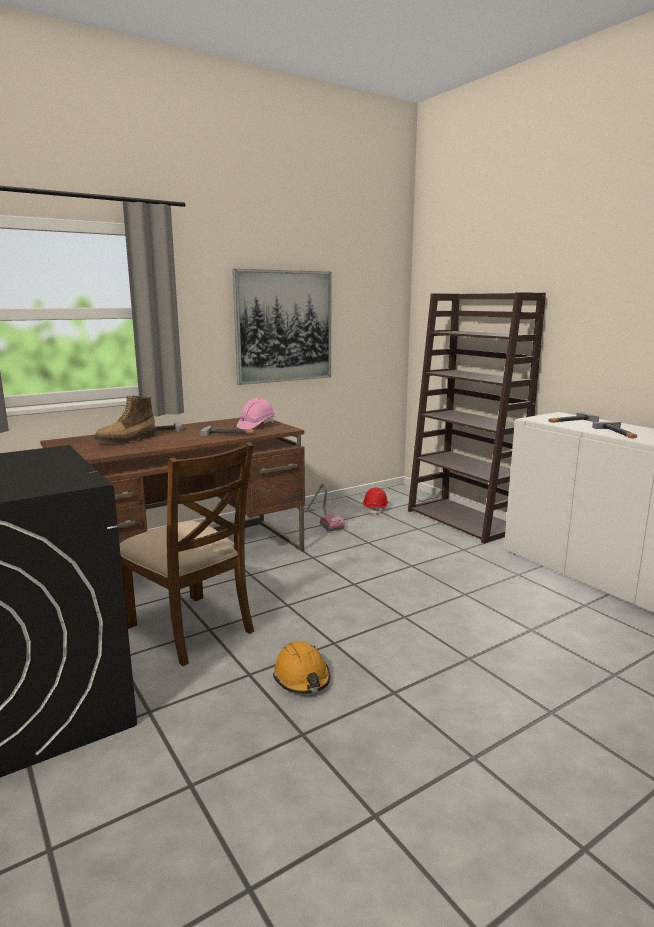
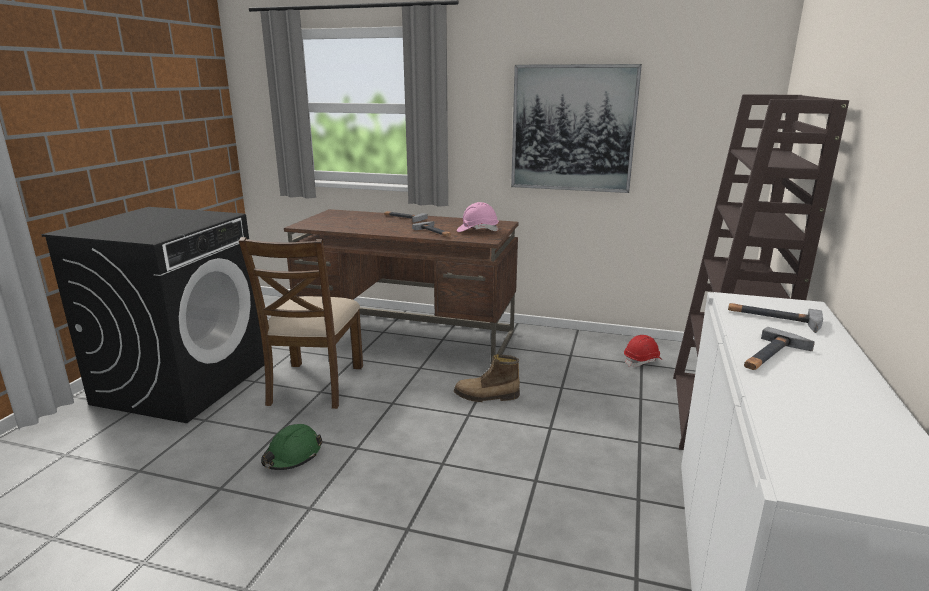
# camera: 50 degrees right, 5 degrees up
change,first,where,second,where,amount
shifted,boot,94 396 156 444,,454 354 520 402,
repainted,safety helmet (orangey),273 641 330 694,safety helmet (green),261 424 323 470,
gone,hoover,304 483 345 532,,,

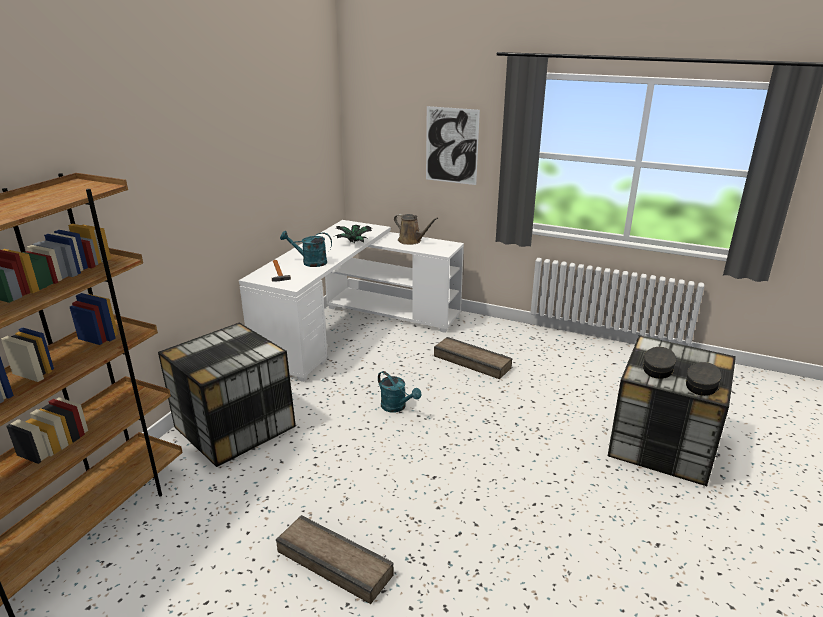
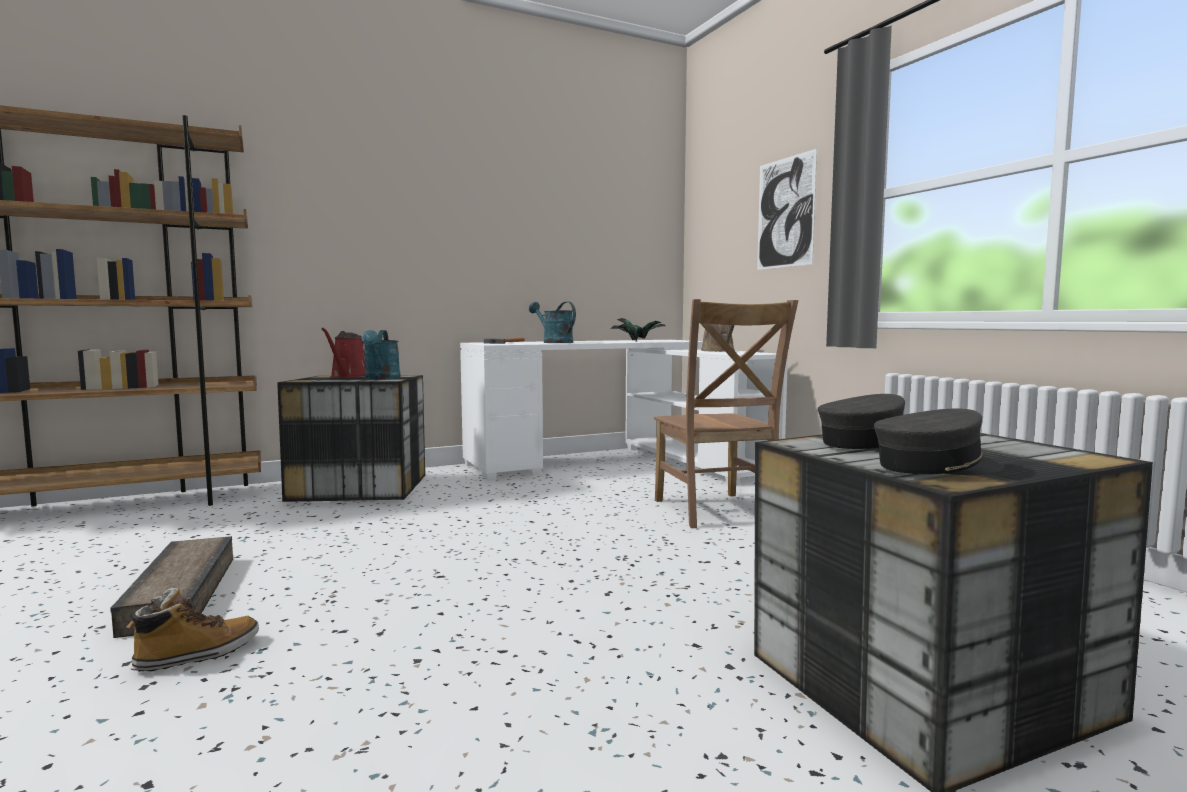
# camera: 40 degrees right, 20 degrees down
change,first,where,second,where,amount
shifted,sprinkling can (turquoise-coloured),378 371 421 413,,361 330 401 380,
swapped,shipping crate,434 337 512 379,chair (brownish),654 299 799 528,
new,,,boot,126 588 259 672,
new,,,sprinkling can (reddish),321 328 365 378,

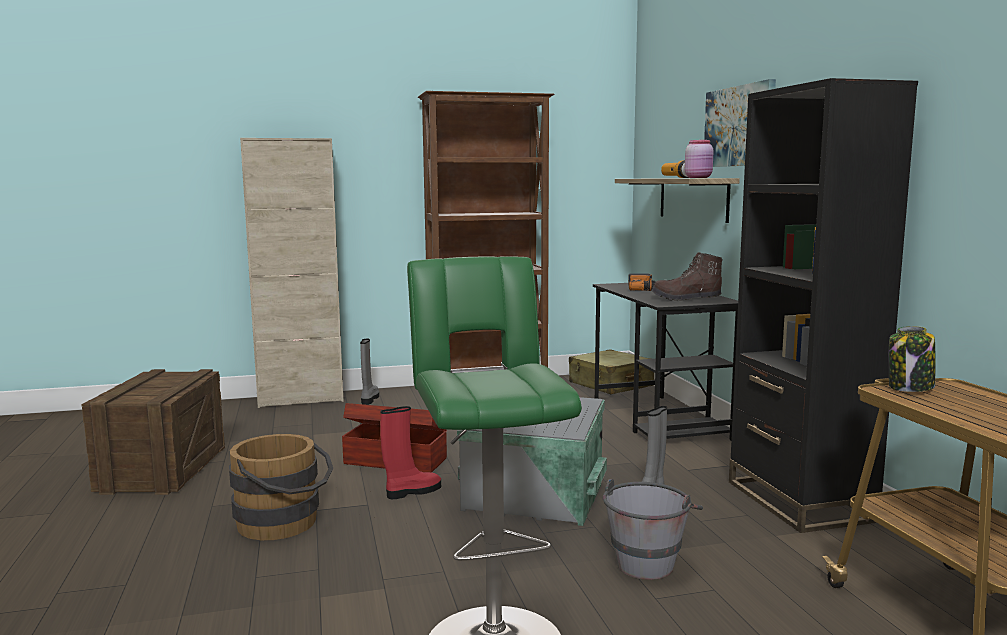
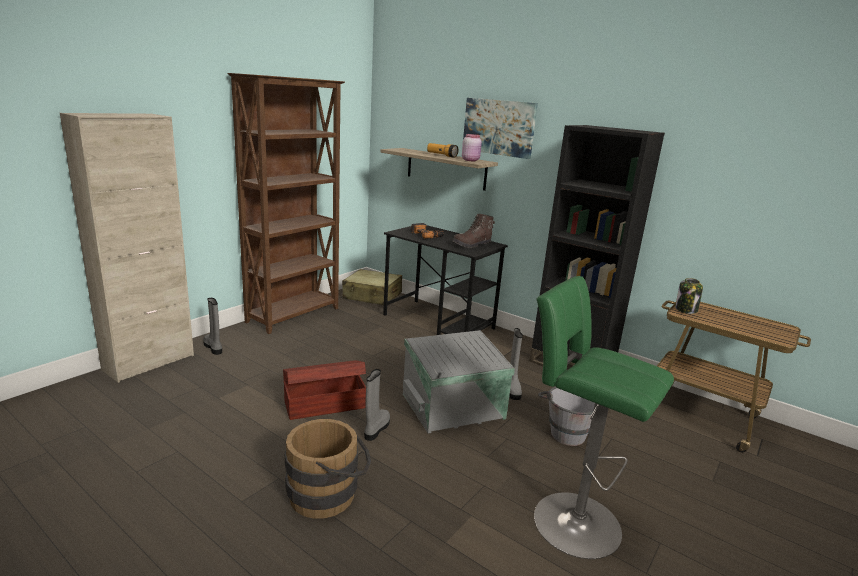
# camera: 40 degrees left, 10 degrees up
change,first,where,second,where,amount
gone,shipping crate,81 369 225 495,,,
repainted,boot (reddish),380 406 441 499,boot (gray),364 369 390 441,

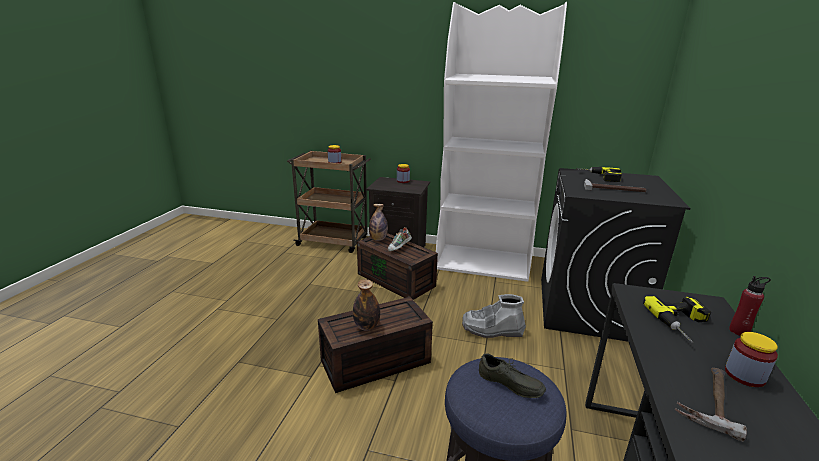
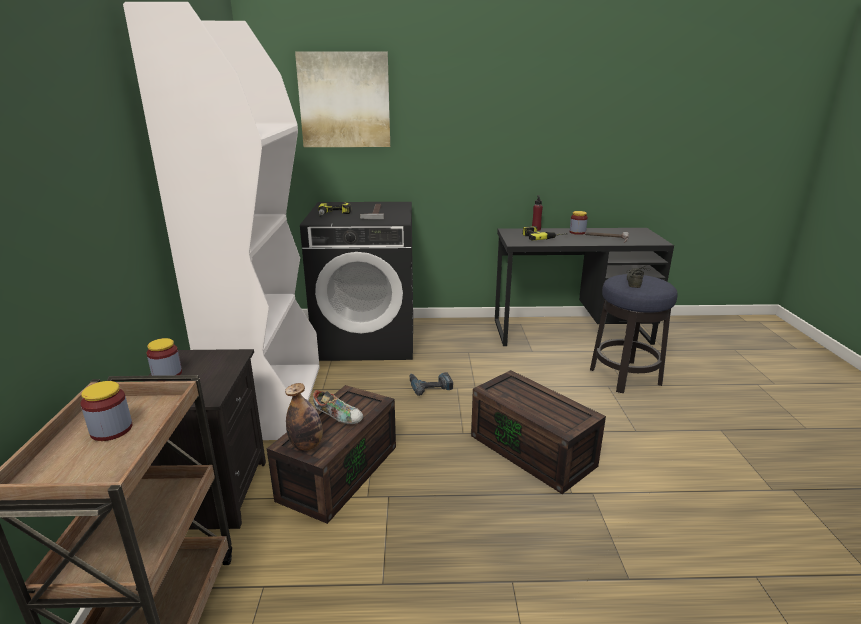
# camera: 105 degrees left, 0 degrees up
change,first,where,second,where,amount
gone,beverage bottle,353 279 380 331,,,
swapped,boot (gray),462 294 526 338,drill,409 372 453 396,
new,,,wall picture,295 51 390 147,

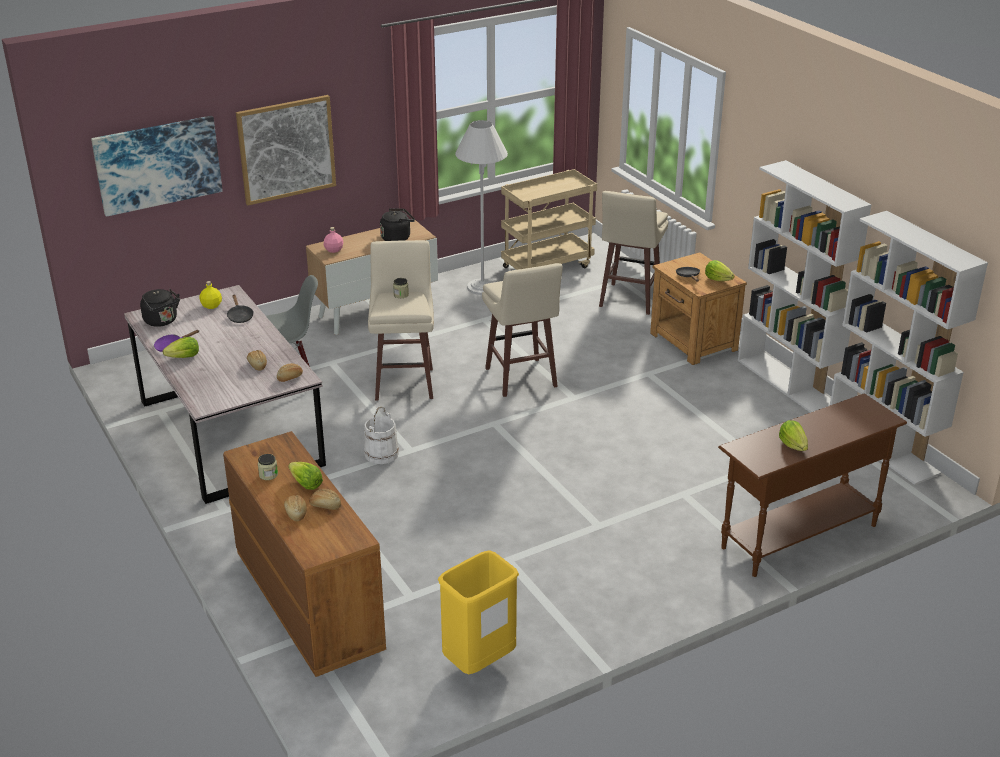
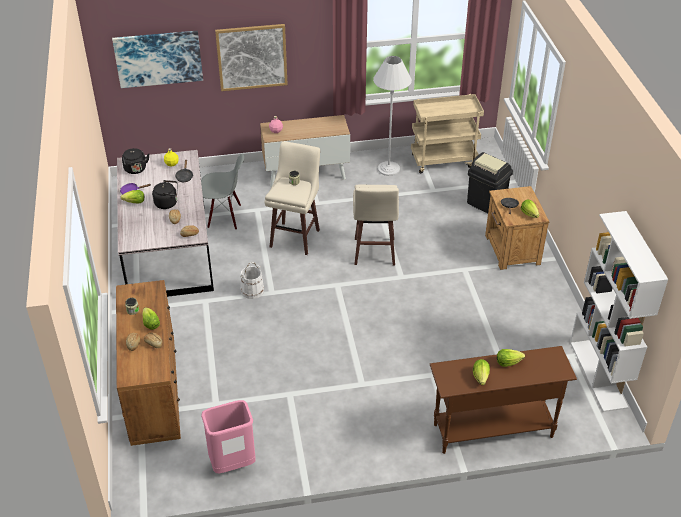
# camera: 20 degrees right, 10 degrees up
change,first,where,second,where,amount
shifted,kettle (black-coloured),380 208 415 241,,152 180 178 209,
repainted,rubbish bin (yellow-coloured),438 550 519 674,rubbish bin (pink),201 400 256 473,
swapped,stool seat (beige-coloured),599 191 668 315,rubbish bin (black-coloured),467 152 513 213,
gone,bookshelf (white),738 160 872 413,,,
new,,,lettuce,497 349 525 367,

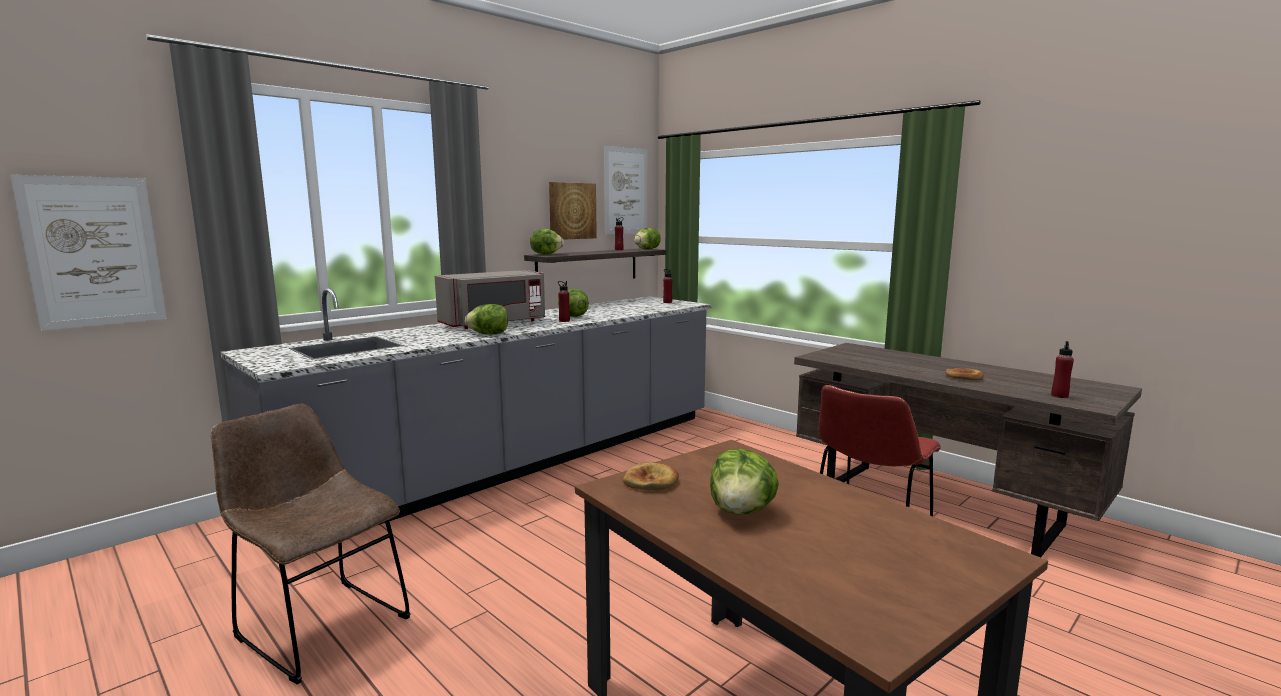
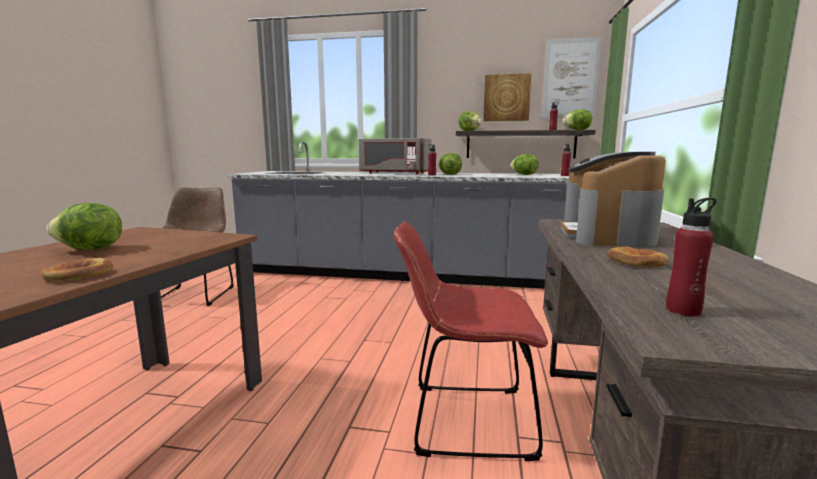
# camera: 55 degrees right, 0 degrees up
change,first,where,second,where,amount
gone,wall picture,10 175 167 331,,,
shifted,lettuce,465 304 508 335,,511 154 539 175,
shifted,baked bread,623 462 679 490,,41 258 113 281,
new,,,coffee machine,560 152 666 247,

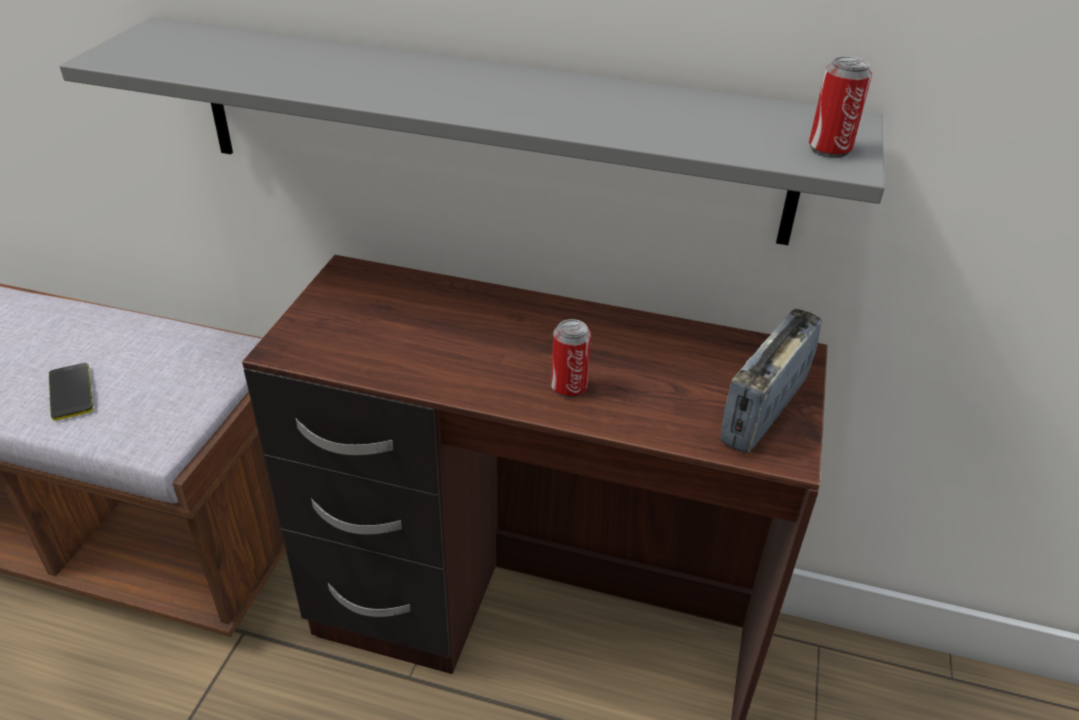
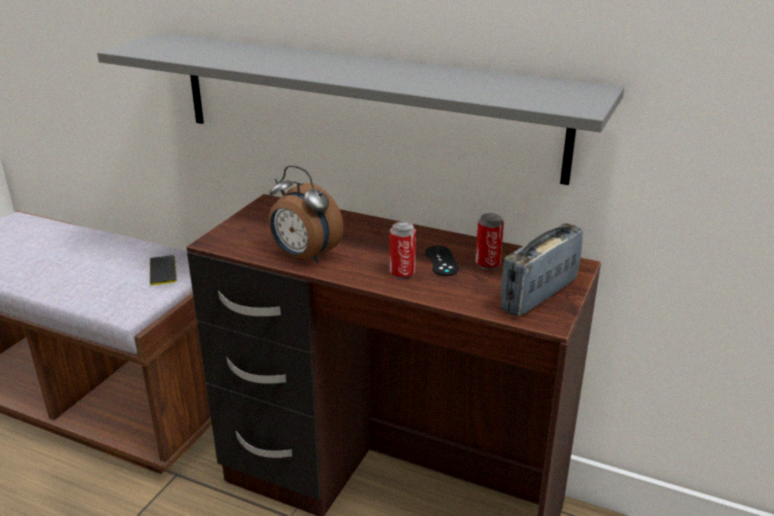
# camera: 10 degrees right, 10 degrees down
change,first,where,second,where,amount
shifted,phone,49 363 93 421,,150 255 177 285,
shifted,can,809 56 872 158,,475 213 504 270,
new,,,table clock,269 165 344 263,
new,,,joypad (black-coloured),425 246 459 276,

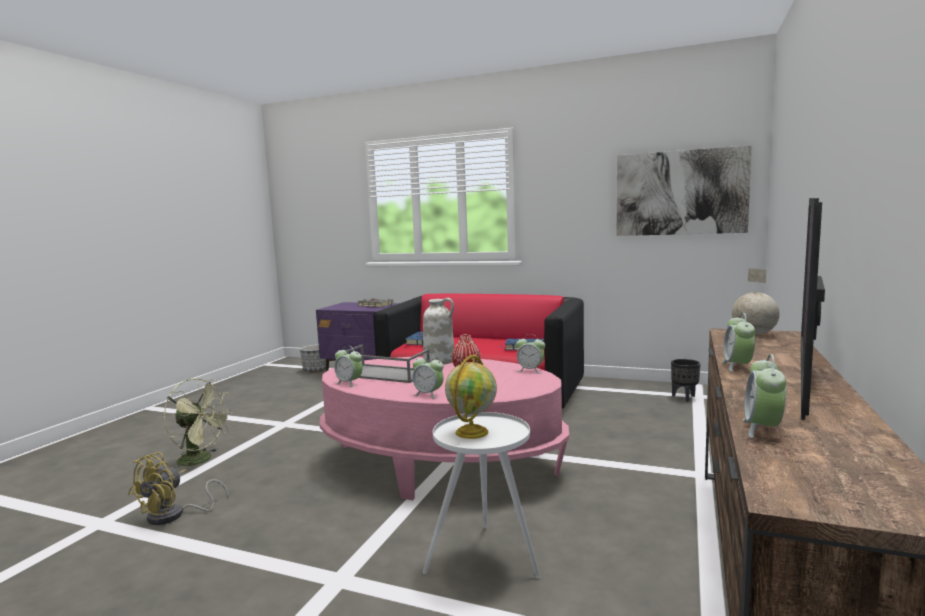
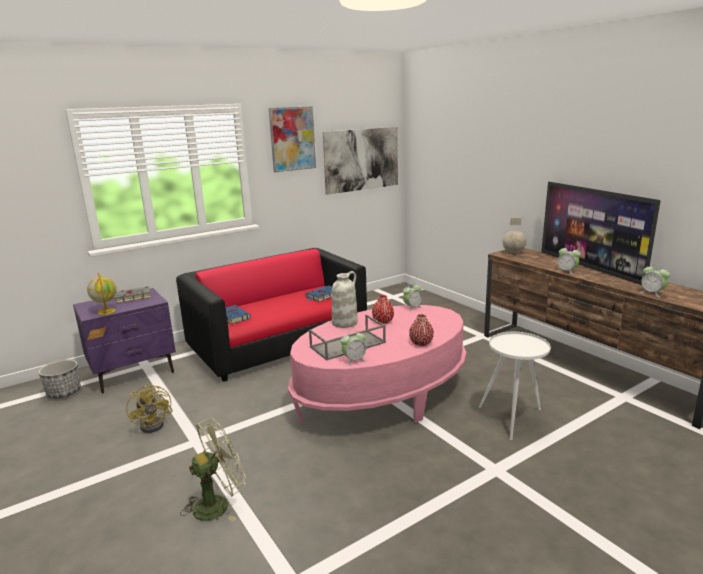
# camera: 55 degrees left, 10 degrees up
change,first,where,second,where,amount
shifted,electric fan (yellow-coloured),128 452 229 525,,126 383 173 433,
swapped,table clock,412 354 444 399,decorative vase (reddish),409 314 434 346,
shifted,globe,445 354 497 439,,87 273 117 315,
gone,planter (black-coloured),671 359 701 402,,,
new,,,wall picture,269 106 316 172,

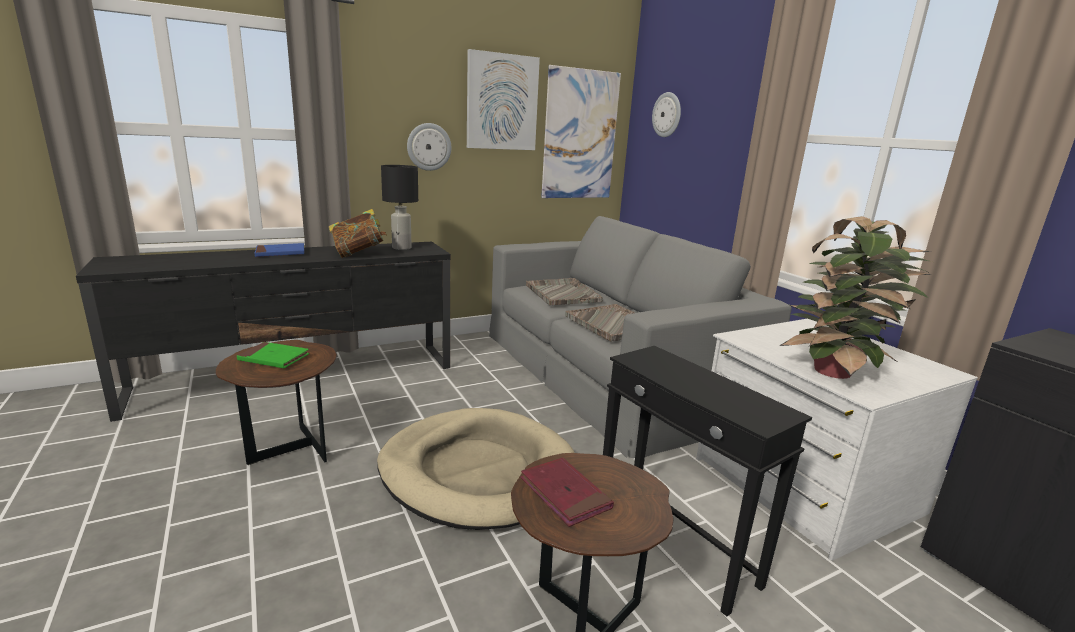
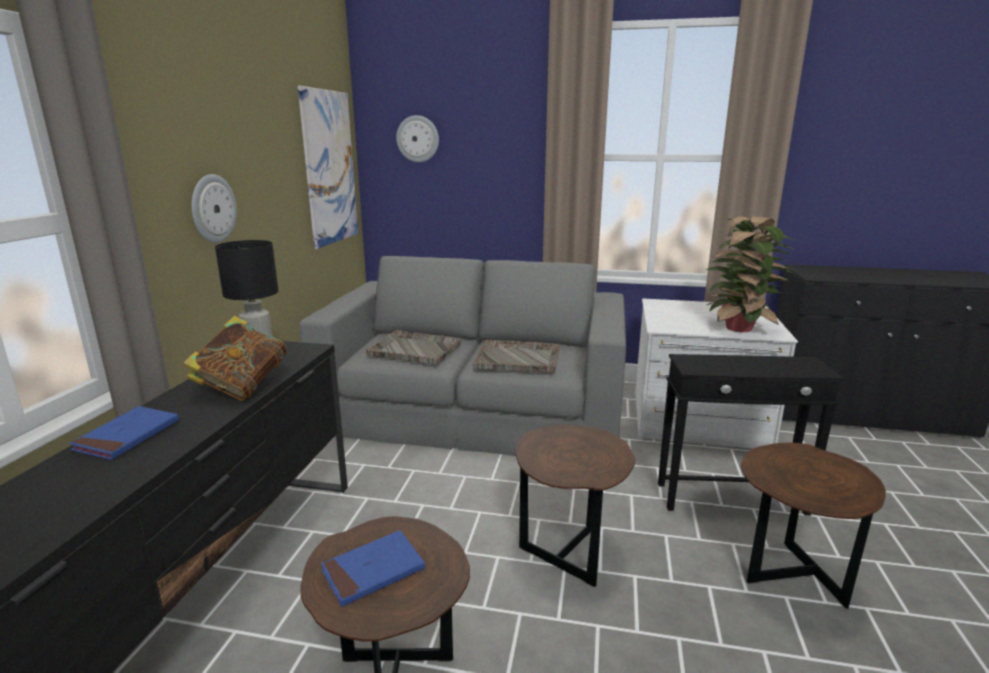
# camera: 50 degrees left, 0 degrees up
change,first,where,second,where,amount
repainted,volume (green),237 342 310 368,volume (blue),321 530 425 607,
swapped,dog cushion (beige-coloured),377 408 575 530,accent table (brownish),515 424 635 587,
gone,wall picture,467 49 540 150,,,
gone,volume (reddish),520 458 614 527,,,

